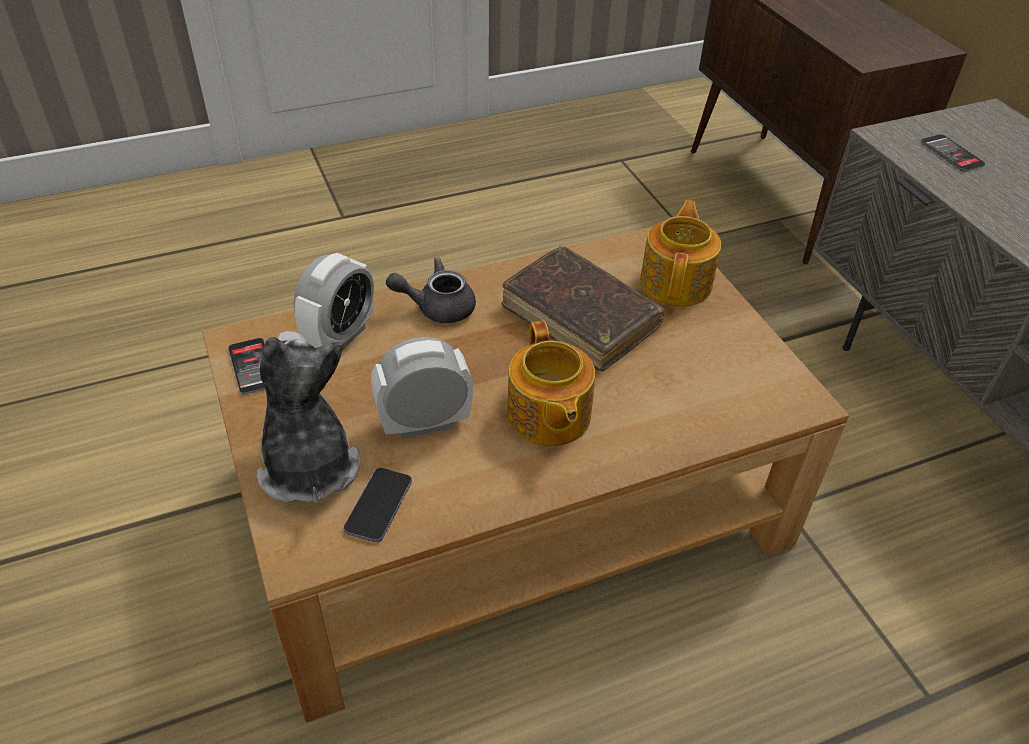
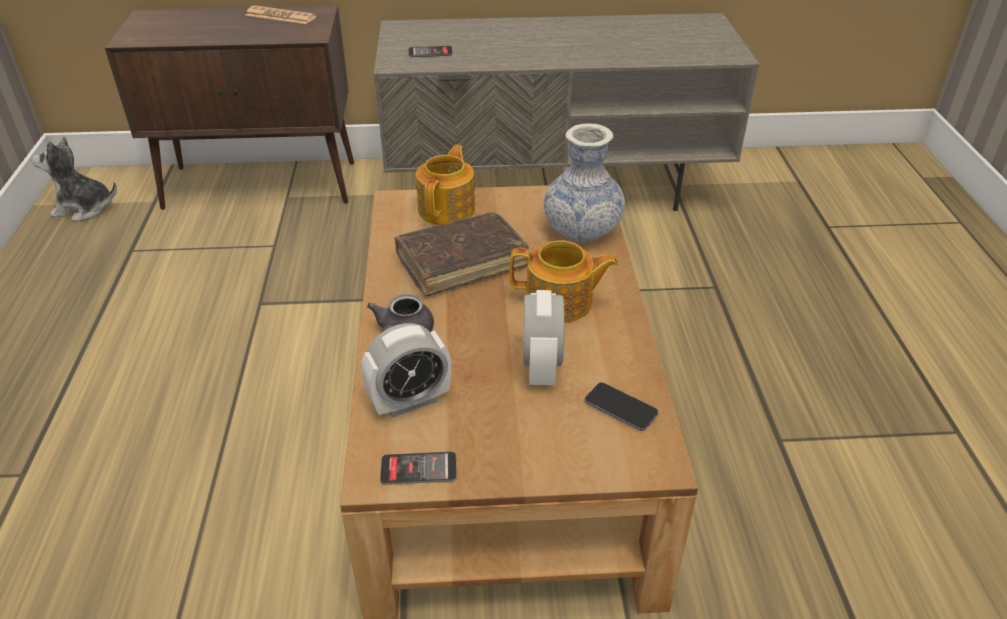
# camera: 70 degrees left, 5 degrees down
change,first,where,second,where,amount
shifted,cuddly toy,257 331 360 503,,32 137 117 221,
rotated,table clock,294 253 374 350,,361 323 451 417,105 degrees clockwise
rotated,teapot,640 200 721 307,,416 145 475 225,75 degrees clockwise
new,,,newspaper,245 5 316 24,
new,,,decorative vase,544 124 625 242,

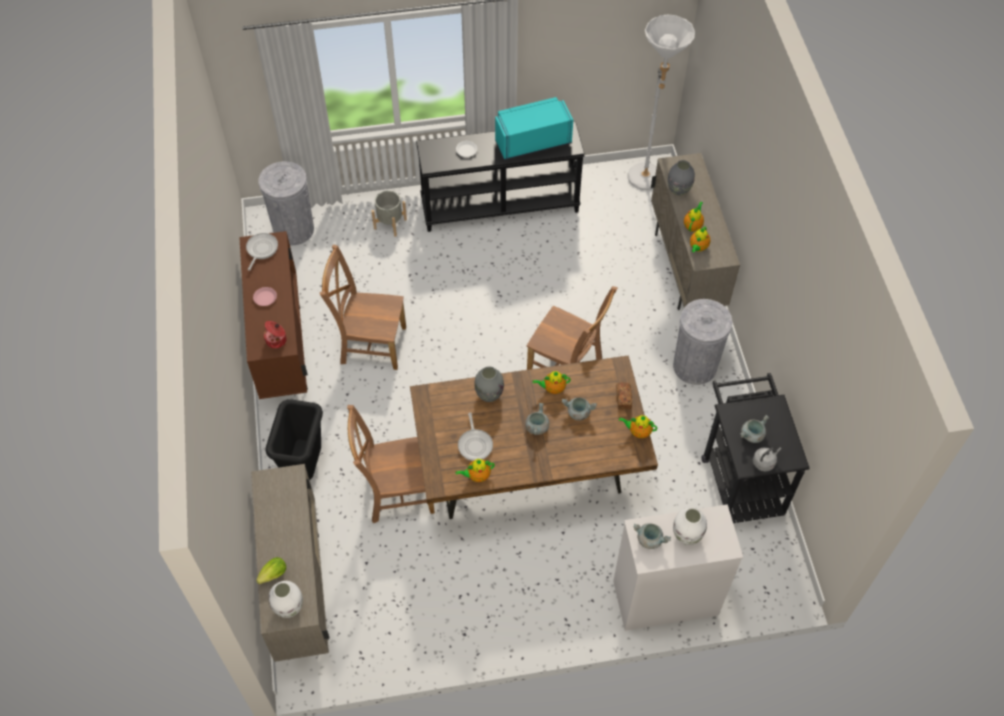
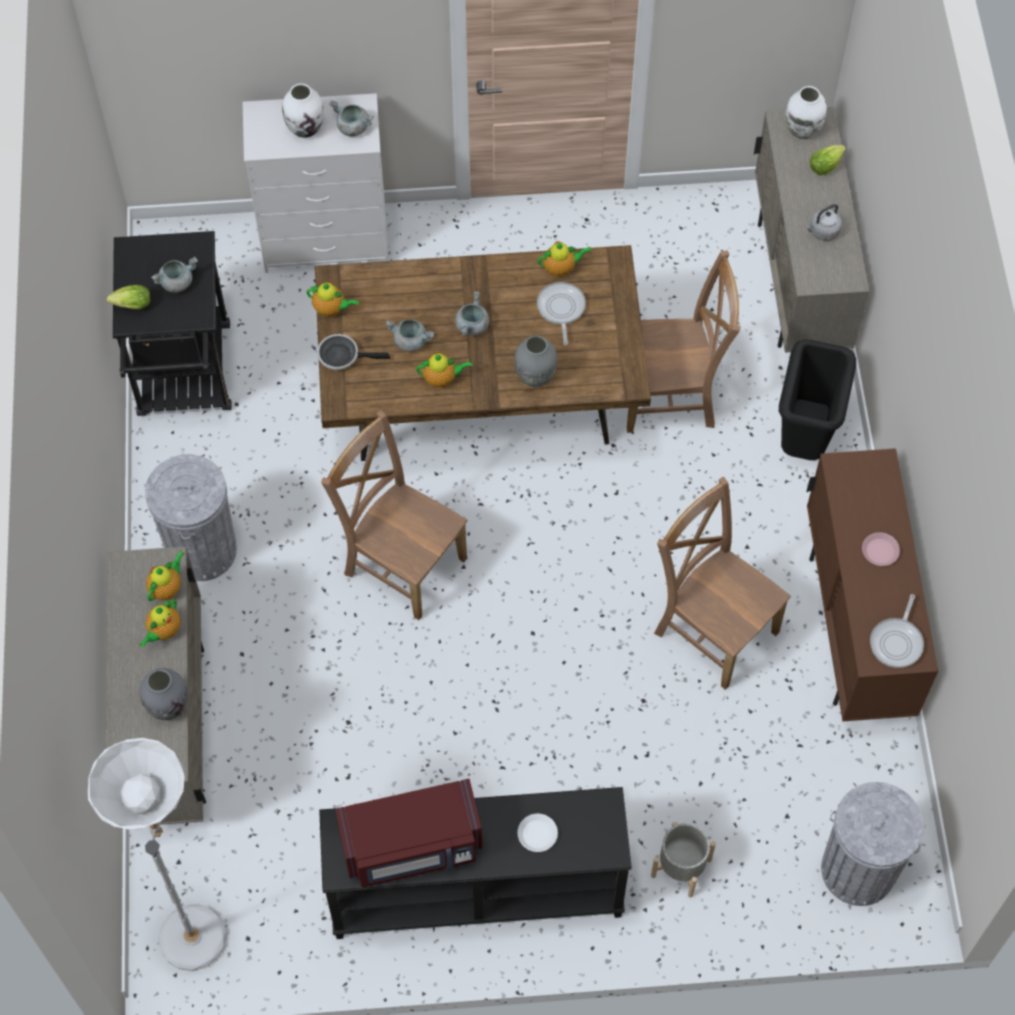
# camera: 175 degrees left, 5 degrees up
change,first,where,second,where,amount
gone,saucepot,264 321 286 349,,,
rotated,chair (brownish),320 244 406 370,,654 477 791 690,150 degrees counterclockwise
repainted,kitchen microwave (turquoise-coloured),495 97 573 160,kitchen microwave (reddish),335 779 482 887,
swapped,baked bread,616 382 632 410,pan,317 334 390 370,
shifted,kettle (gray),753 447 782 471,,805 204 842 241,
new,,,lettuce,107 285 151 309,

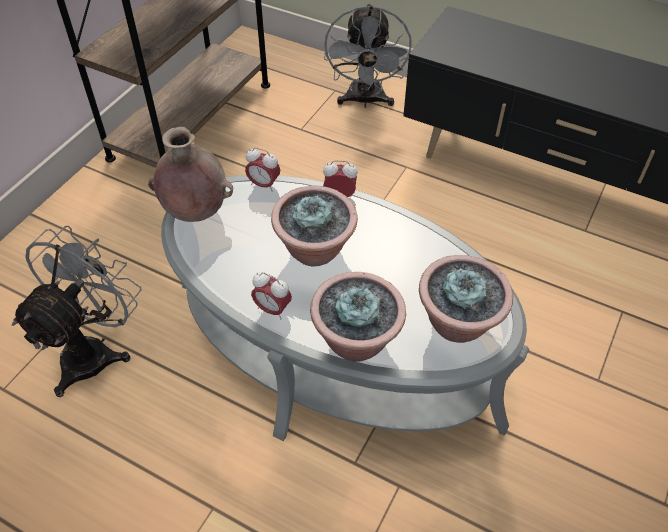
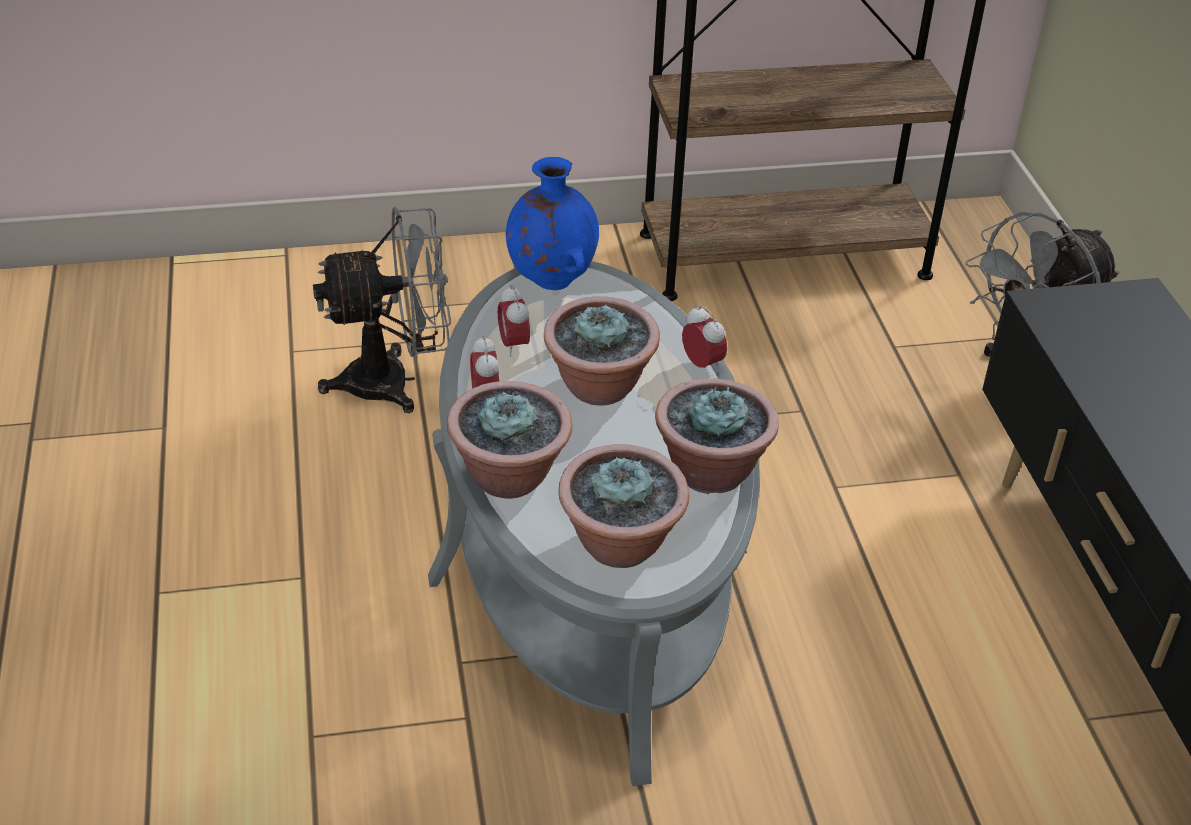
# camera: 50 degrees right, 10 degrees down
change,first,where,second,where,amount
repainted,decorative vase (brownish),148 127 233 222,decorative vase (blue),506 157 599 290,
shifted,table clock,245 147 280 192,,498 285 530 357,
new,,,houseplant,655 379 779 494,

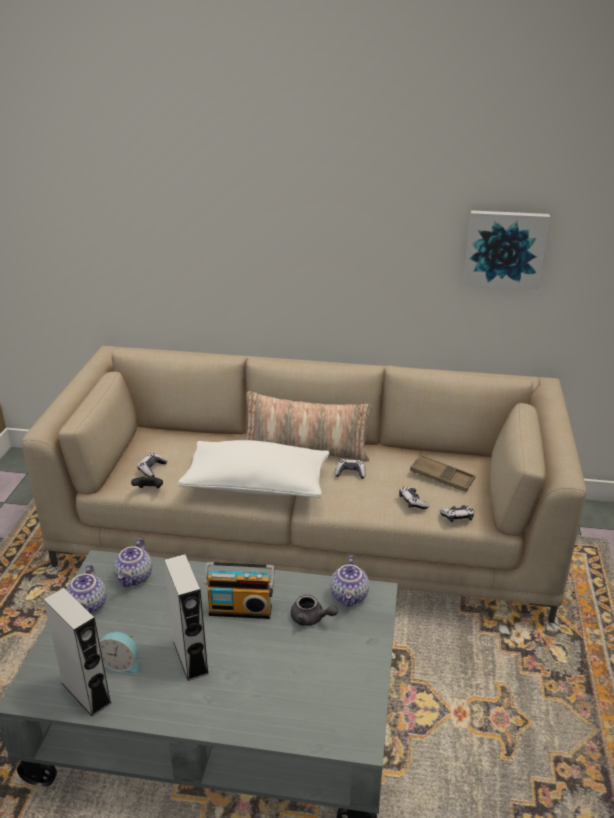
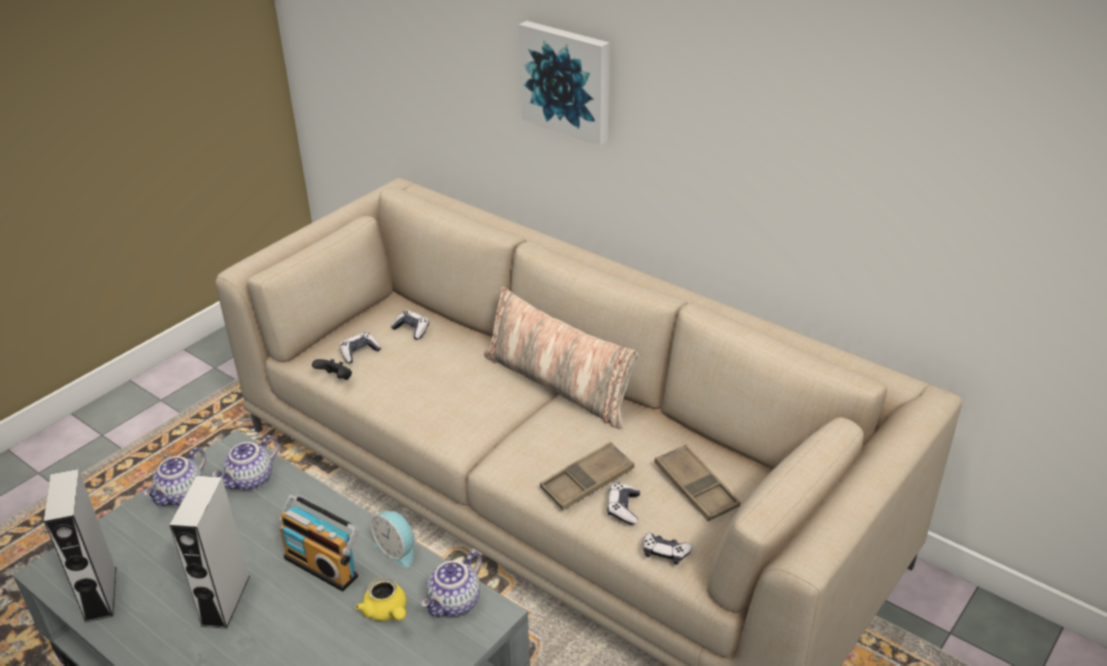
# camera: 30 degrees right, 5 degrees up
change,first,where,second,where,amount
shifted,table clock,99 632 139 674,,371 511 414 567,
gone,throw pillow (white),178 440 329 498,,,
repainted,teapot (gray),291 594 338 626,teapot (yellow-coloured),355 578 406 621,
shifted,joypad,335 459 366 479,,391 310 429 340,
shifted,wall picture,463 210 550 290,,519 21 609 145,
new,,,serving tray (brownish),540 442 634 510,

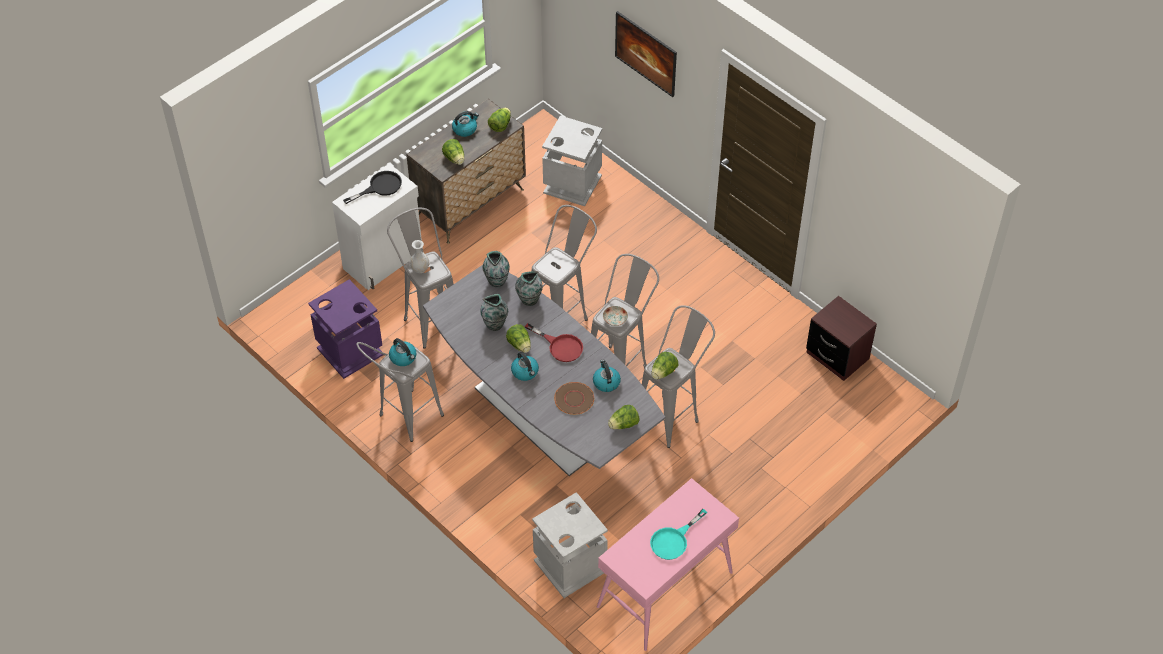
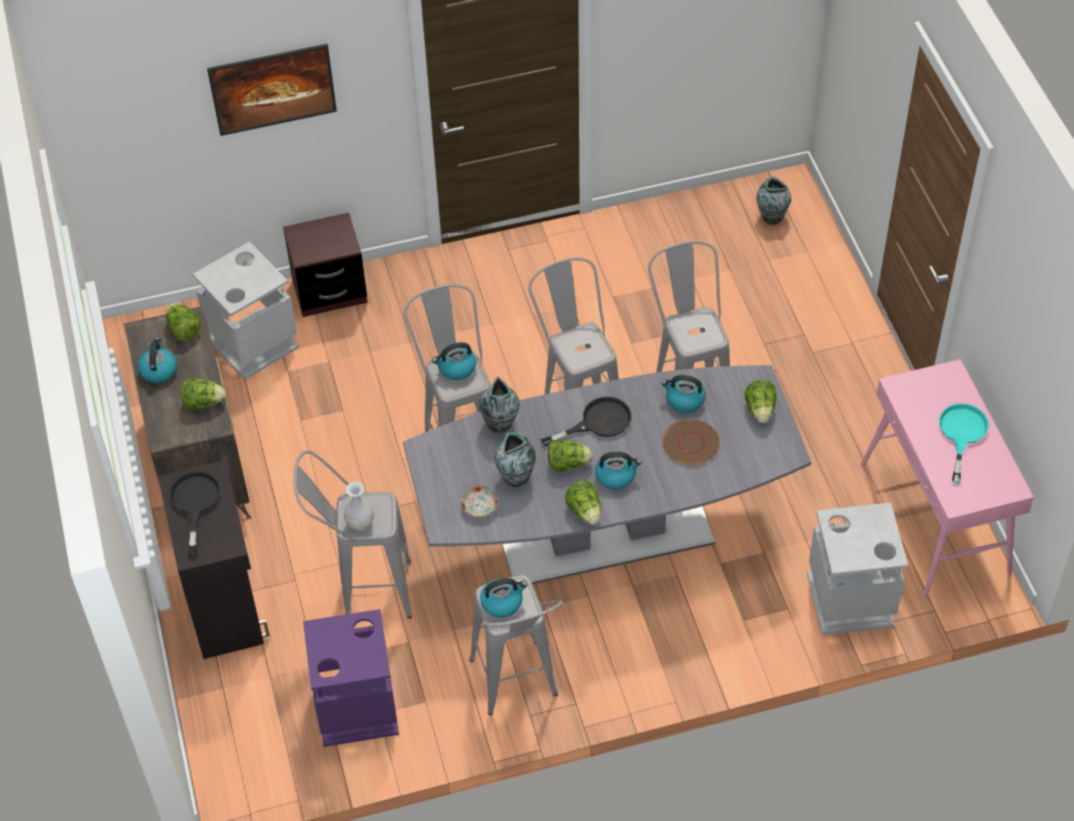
# camera: 60 degrees left, 0 degrees up
change,first,where,second,where,amount
repainted,storage cabinet (white),332 163 422 290,storage cabinet (black-coloured),158 460 270 659,
shifted,decorative vase,482 251 510 287,,756 177 791 224,
repainted,pan (reddish),525 323 583 362,pan (black-coloured),540 397 632 446,
shifted,plate,603 306 628 326,,461 486 499 517,
rotated,pan (turquoise-coloured),650 509 707 560,,939 403 989 483,150 degrees counterclockwise
shifted,lettuce,651 352 678 379,,565 480 601 524,
shifted,night table (brownish),806 296 877 381,,283 213 368 317,
new,,,kettle,432 342 476 380,

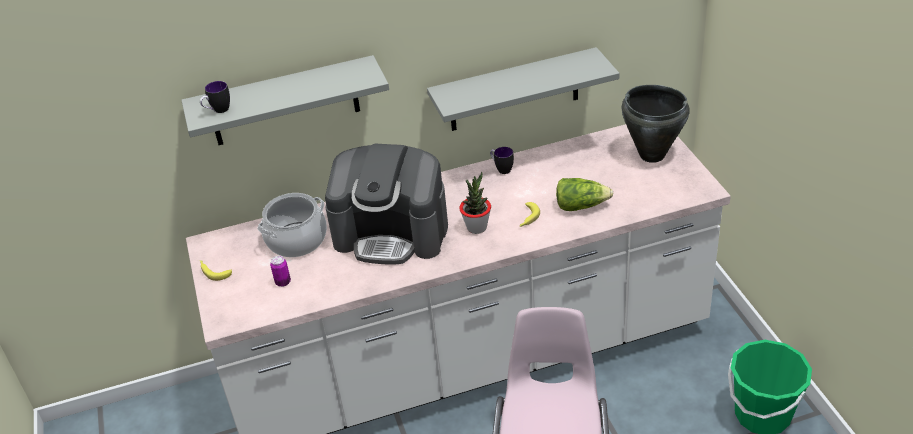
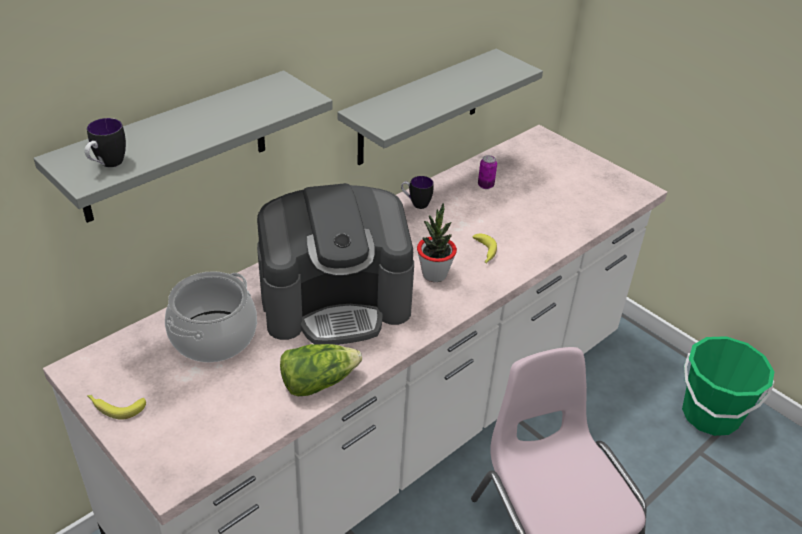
# camera: 30 degrees left, 0 degrees up
change,first,where,second,where,amount
shifted,can,270 256 291 287,,478 155 497 189,
shifted,lettuce,556 178 613 211,,280 344 362 396,
gone,saucepot (black-coloured),622 85 690 163,,,

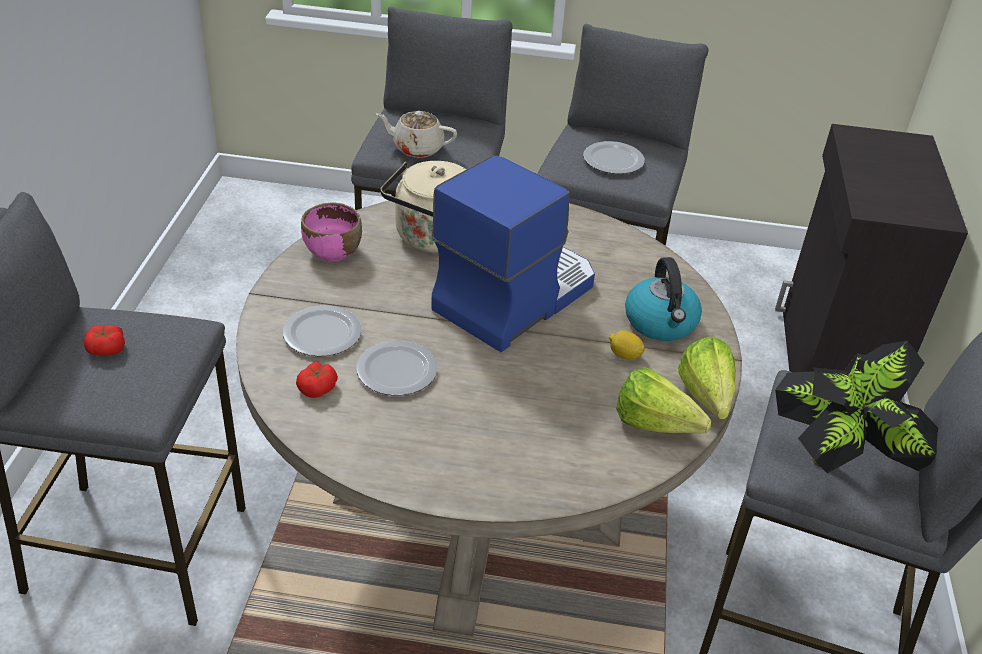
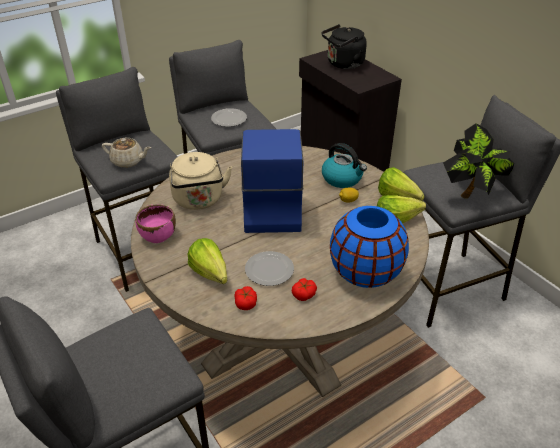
# camera: 40 degrees left, 0 degrees up
change,first,where,second,where,amount
shifted,tomato,84 325 125 356,,292 278 317 301,
swapped,plate,283 305 362 357,lettuce,188 238 227 284,
rotated,teapot (beige-coloured),376 111 457 158,,102 138 151 168,135 degrees counterclockwise
new,,,kettle (black-coloured),322 24 367 69,
new,,,decorative vase (blue),330 206 409 288,

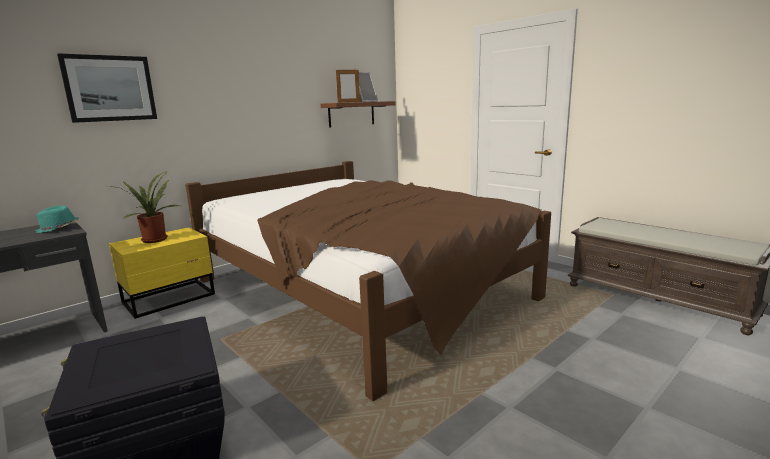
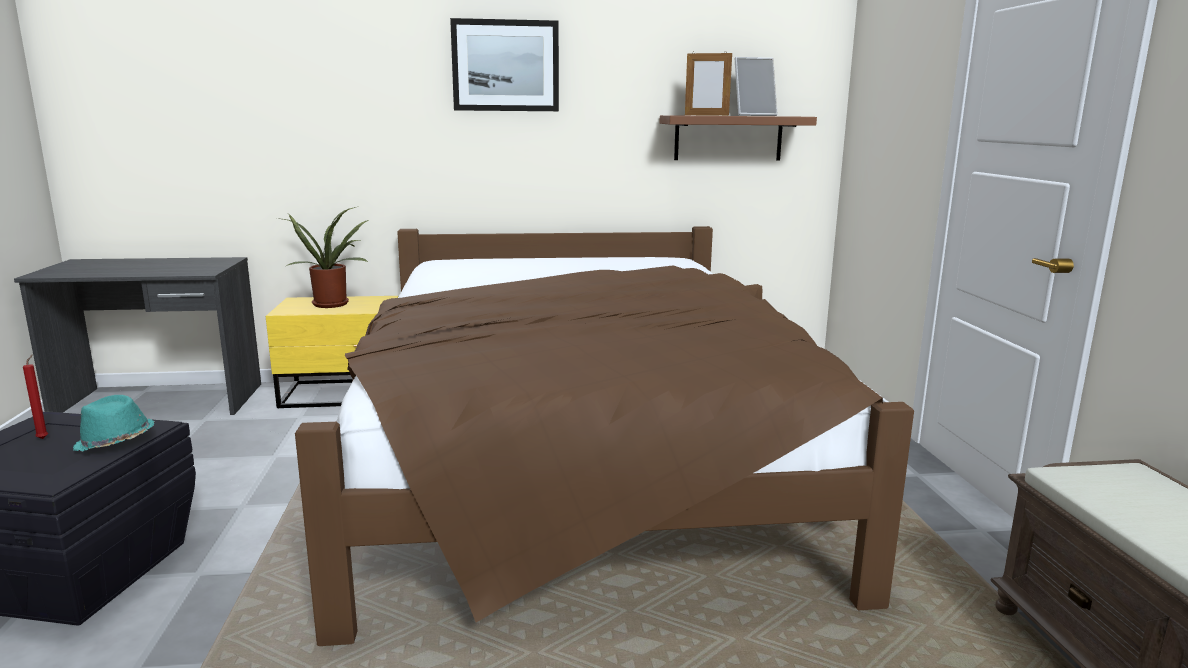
# camera: 35 degrees right, 0 degrees up
change,first,where,second,where,amount
shifted,clothing hat (turquoise-coloured),35 206 79 233,,73 395 155 452,
shifted,wall picture,57 53 157 123,,450 18 559 111,
new,,,wax light (reddish),23 354 48 439,

